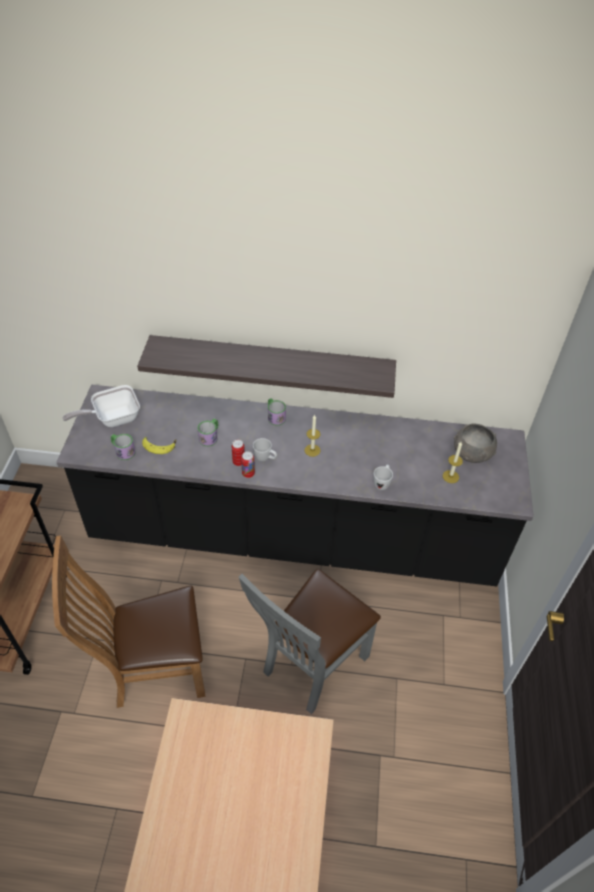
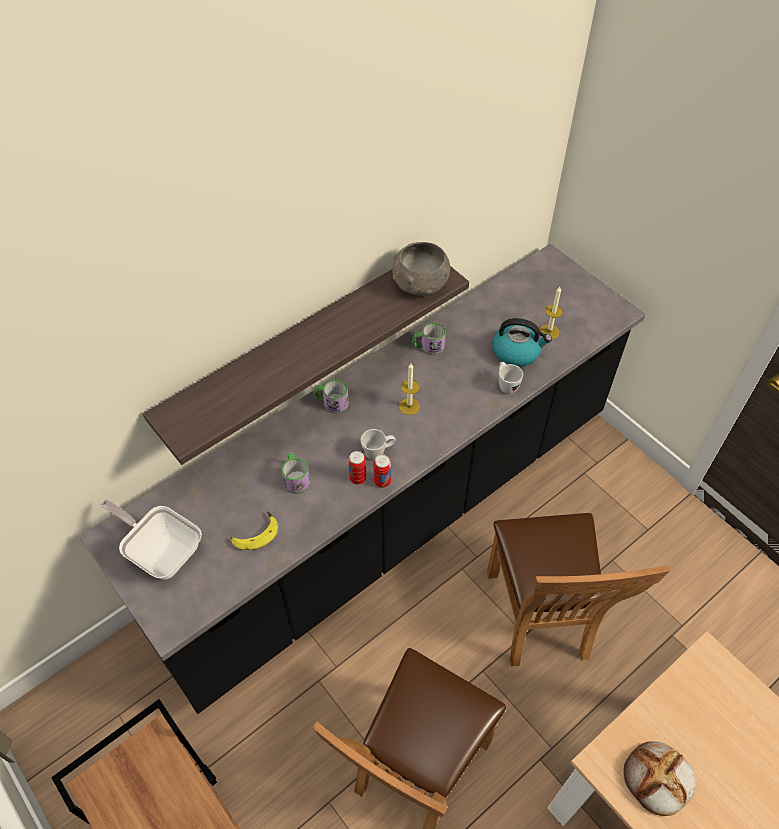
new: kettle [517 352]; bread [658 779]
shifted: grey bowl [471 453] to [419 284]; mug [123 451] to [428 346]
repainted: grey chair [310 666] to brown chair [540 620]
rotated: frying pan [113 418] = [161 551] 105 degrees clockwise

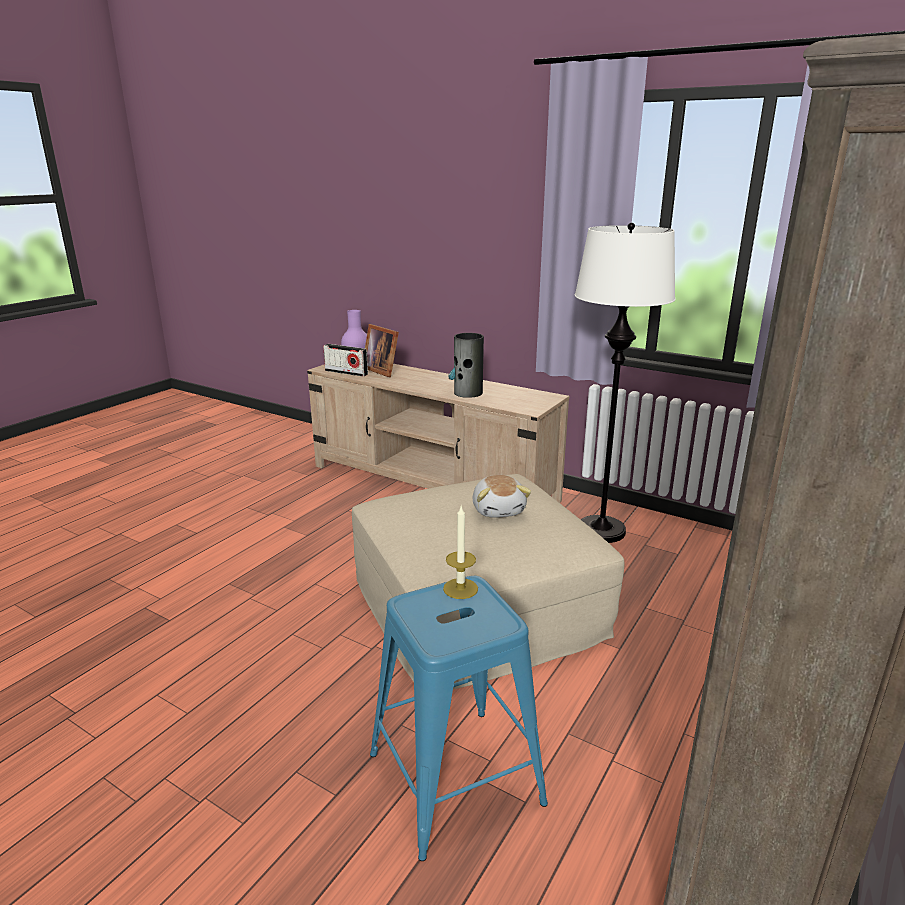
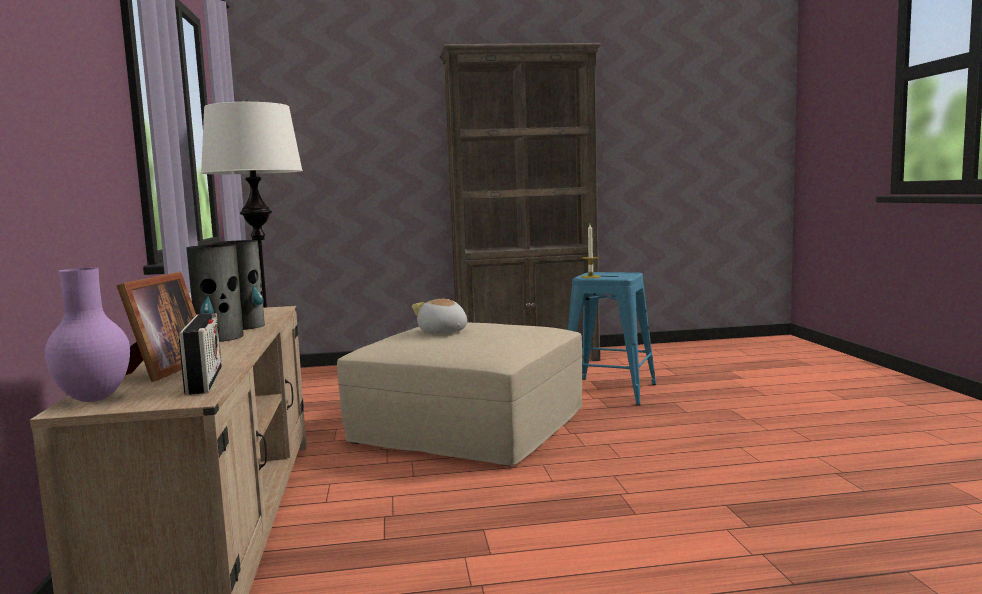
new: vase [220 337]
rotated: plush toy [499 510] = [443 332] 75 degrees counterclockwise

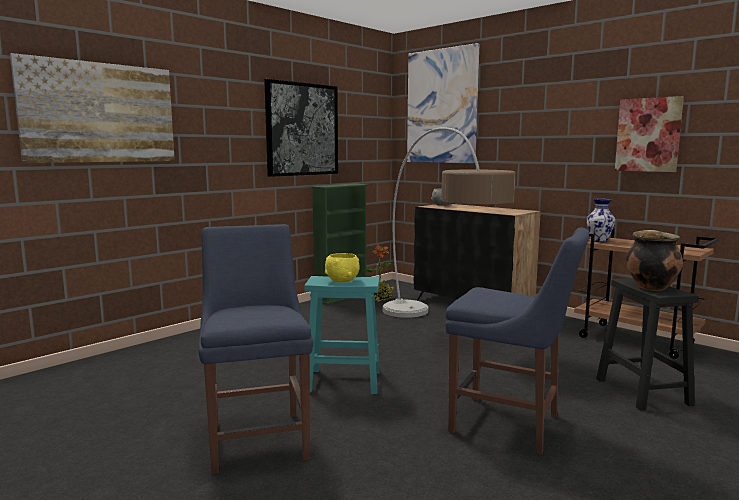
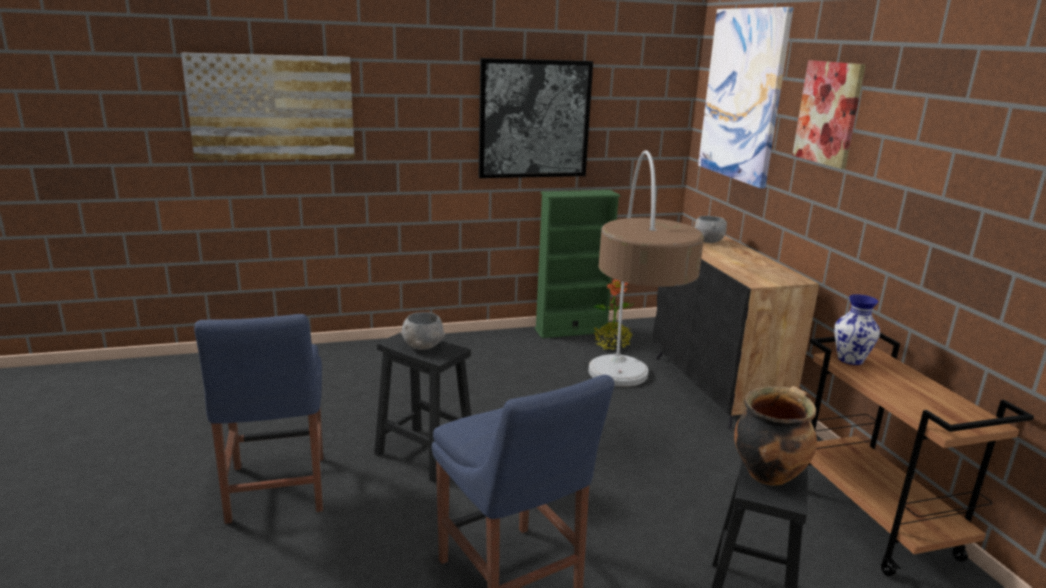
shifted: picture [648 135] to [828 113]
repainted: yellow bowl [341 281] to grey bowl [422 346]; turquoise stool [345 381] to black stool [426 454]
rotated: blue chair [258 437] = [276 492] 150 degrees clockwise

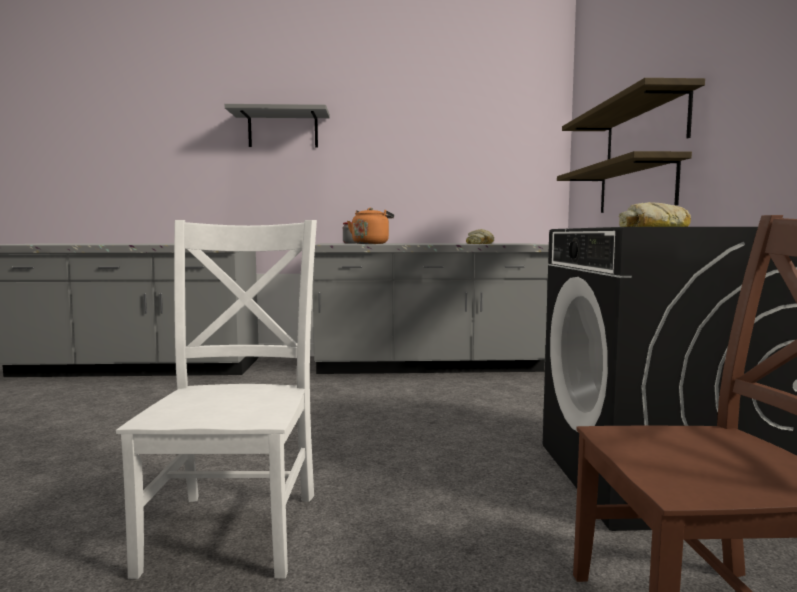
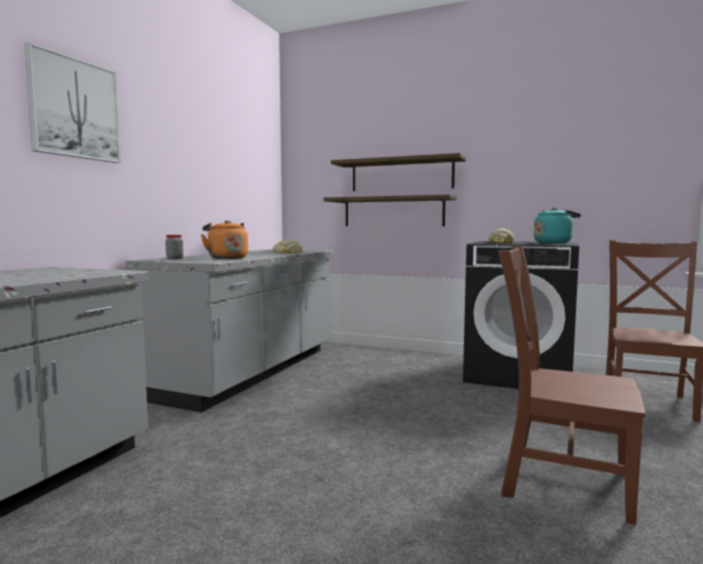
new: turquoise kettle [554 243]
swapped: grey shelf [283 130] to picture [74 108]
repainted: white chair [236 527] to brown chair [559 481]

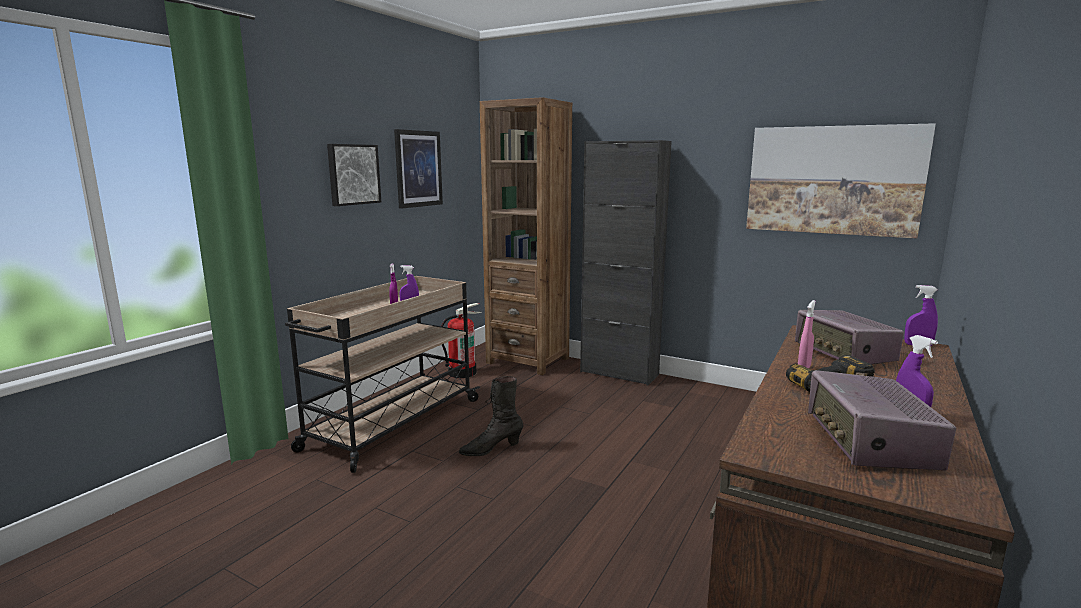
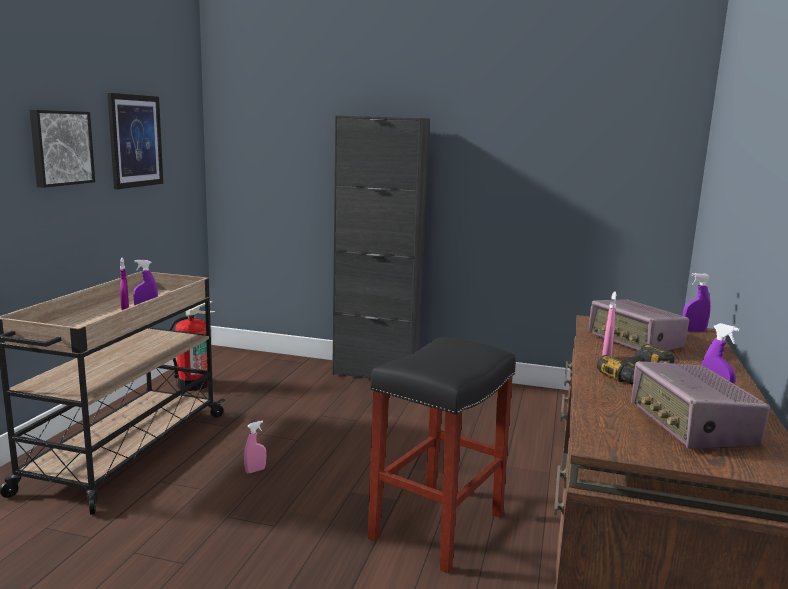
gone: brown bookcase [528 360]; picture [833 180]
new: black stool [437 525]
swapped: black boot [491 449] to pink spray bottle [255 470]

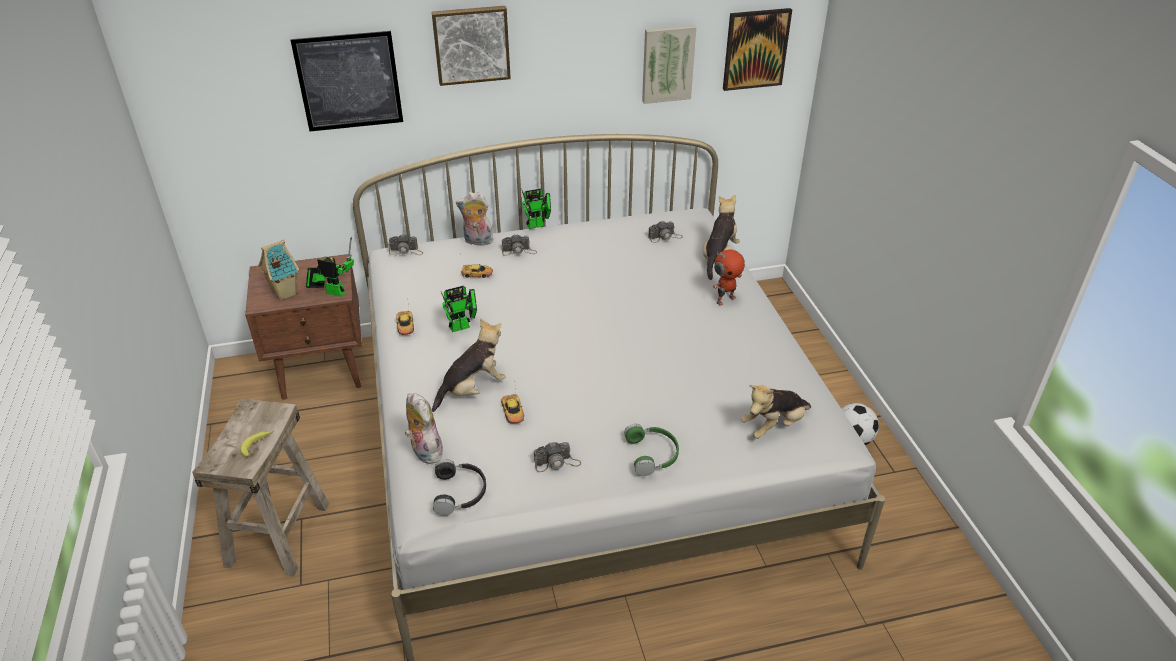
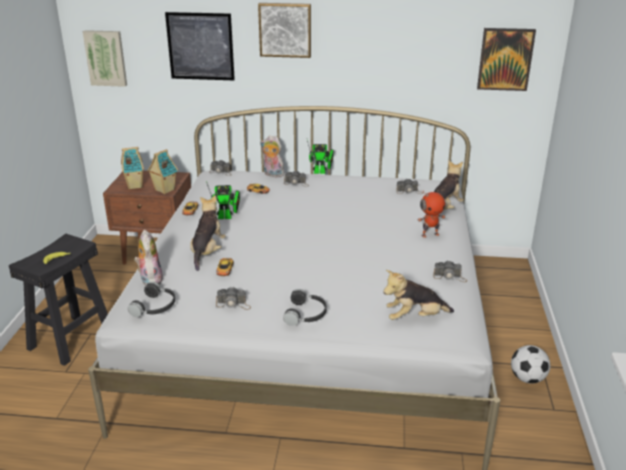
new: photo camera [450 277]
shifted: picture [667 63] to [106 58]
swapped: toy robot [333 292] to toy house [164 190]
repainted: beige stool [278 534] to black stool [71 339]; green headphones [653 454] to black headphones [306 314]
rotated: plush toy [472 389] = [207 252] 60 degrees counterclockwise

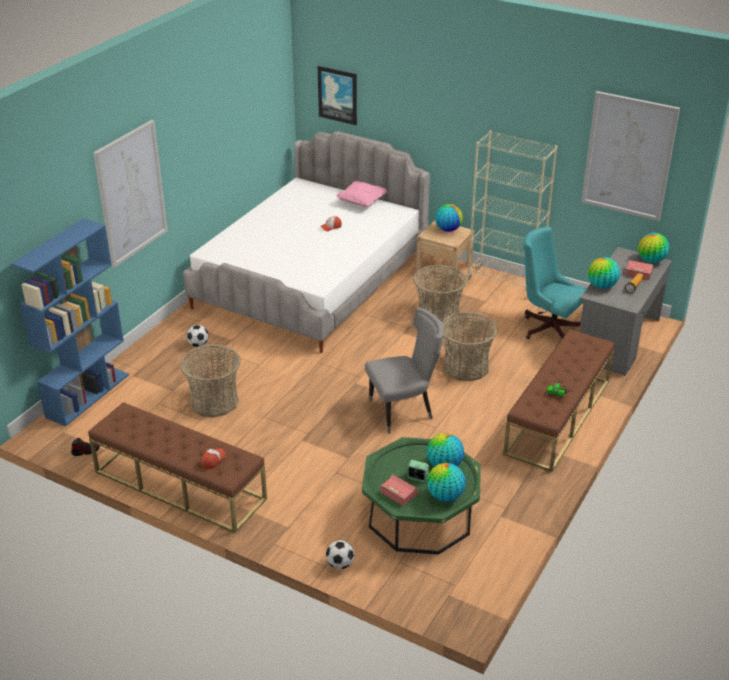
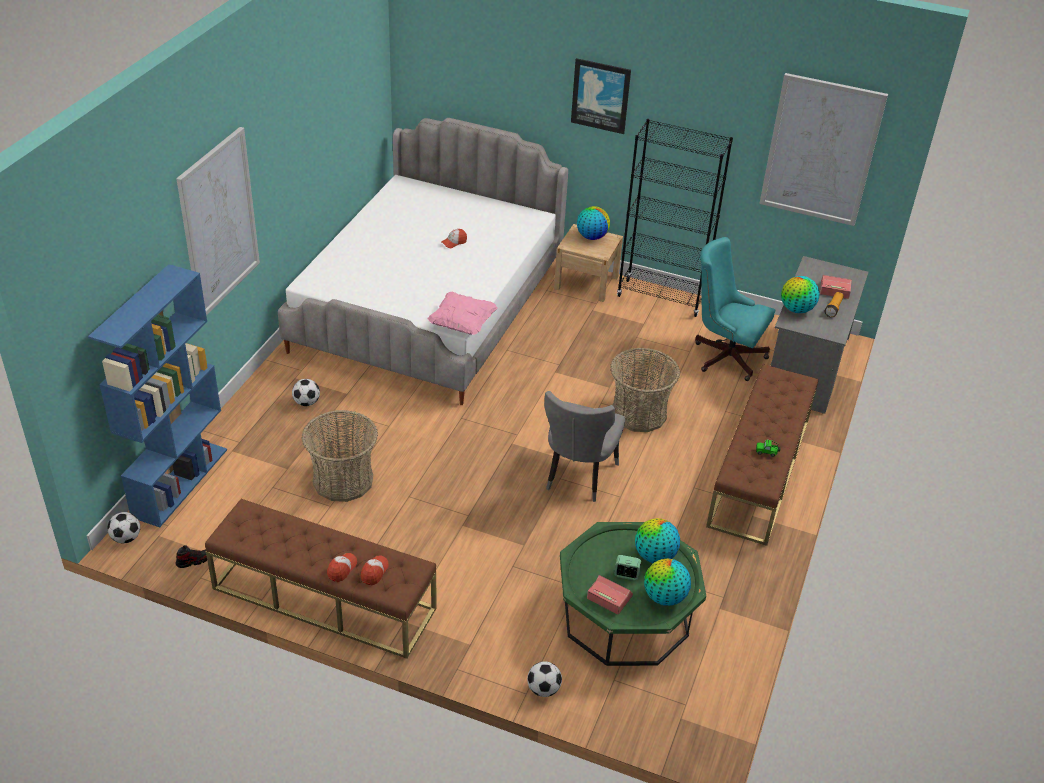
gone: globe [651 260]; basket [438 316]
new: football [126 538]; cap [341 569]
shifted: picture [338 95] to [600 95]; pink pillow [362 202] to [462 324]
repainted: beige bookcase [504 282] to black bookcase [661 298]
rotated: grey chair [404 411] = [577 477] 135 degrees clockwise

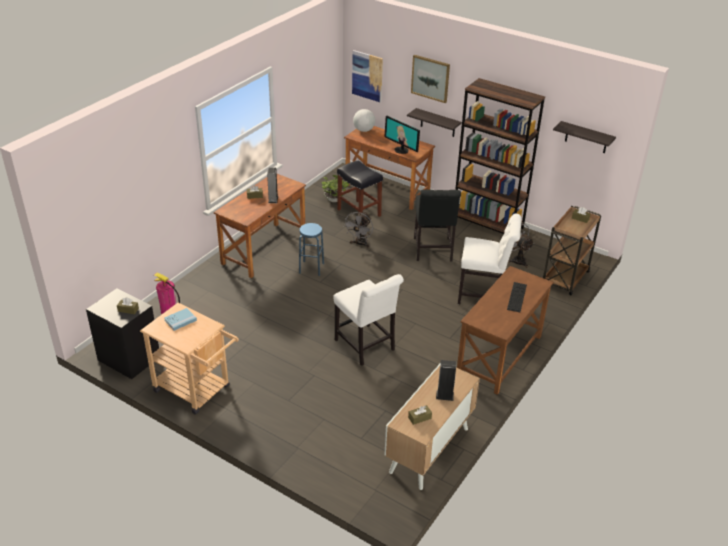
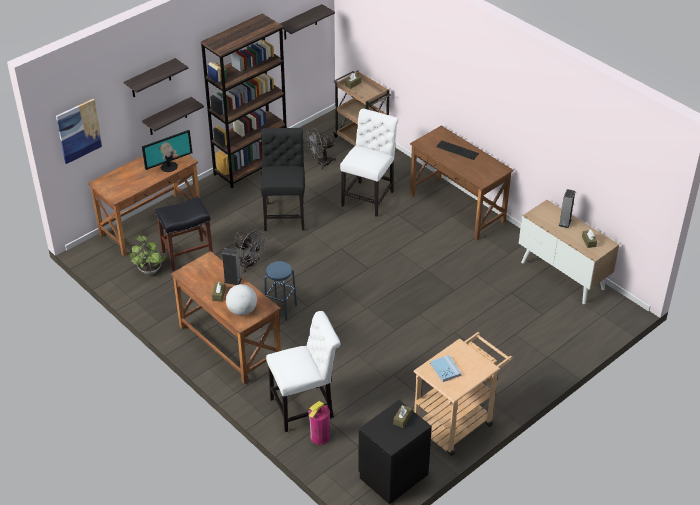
shifted: globe [364 130] to [242 311]; white chair [366 347] to [305 407]
swapped: picture [430 78] to shelf [150 78]
rotated: black chair [433 251] = [285 214] 105 degrees counterclockwise

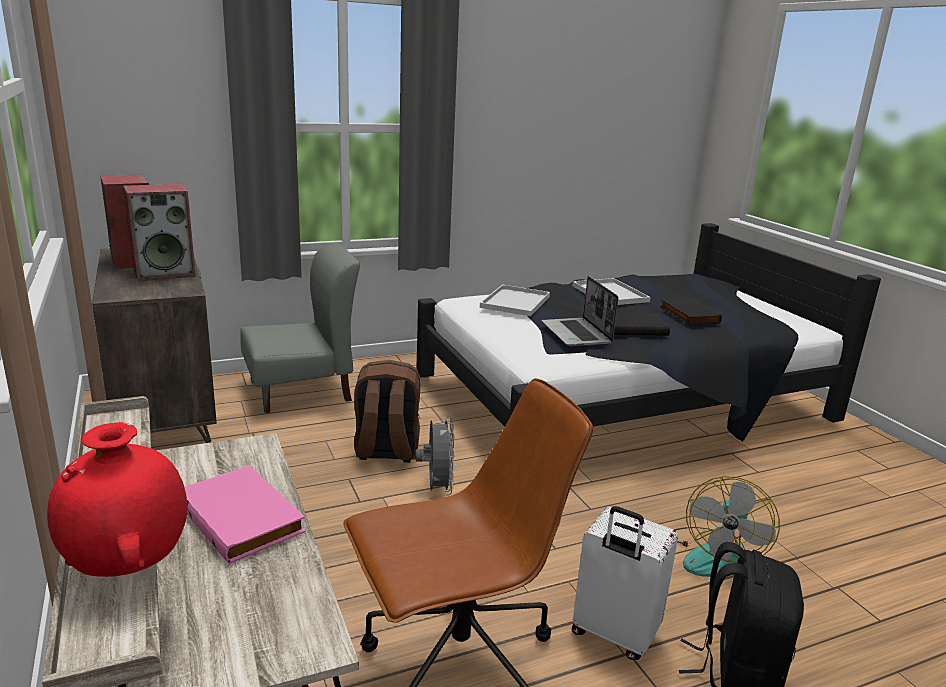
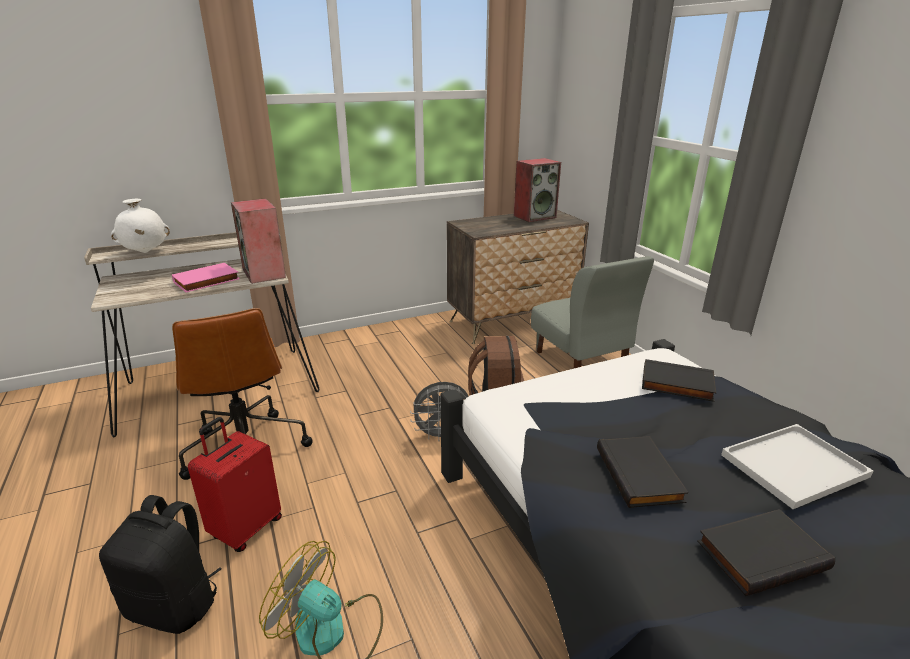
gone: laptop [577 334]
shifted: speaker [165 272] to [265 273]
swapped: white tray [515 302] to black book [676 385]
repainted: red vase [128 567] to white vase [145 252]; white suitcase [613 635] to red suitcase [245 528]

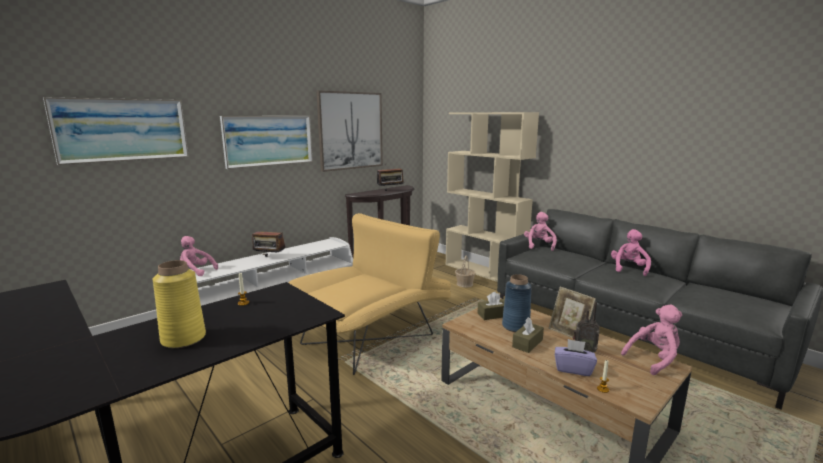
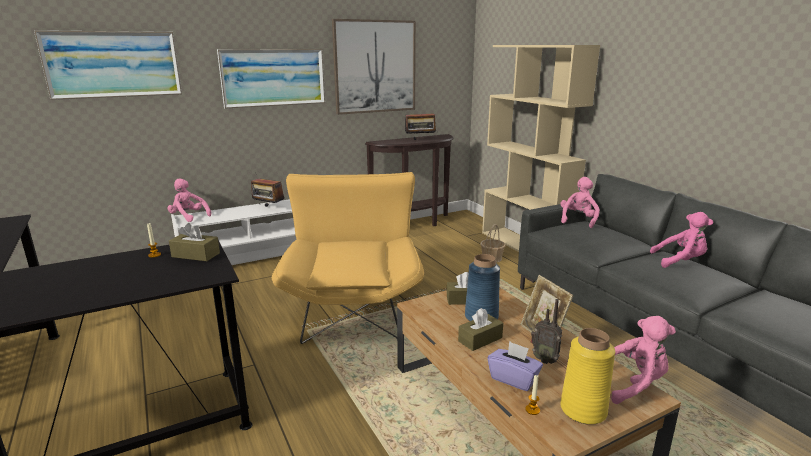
new: brown tissue box [195 255]
shifted: yellow vase [183 339] to [583 410]
rotated: yellow armchair [374 335] = [354 305] 60 degrees counterclockwise; pink plush toy [629 269] = [680 261] 60 degrees clockwise

